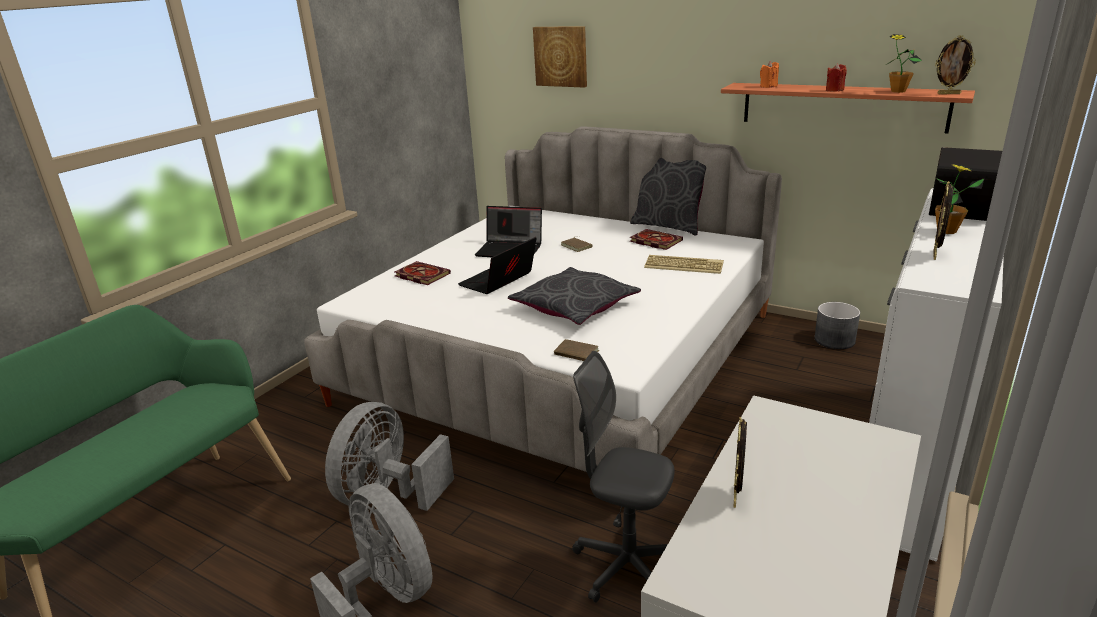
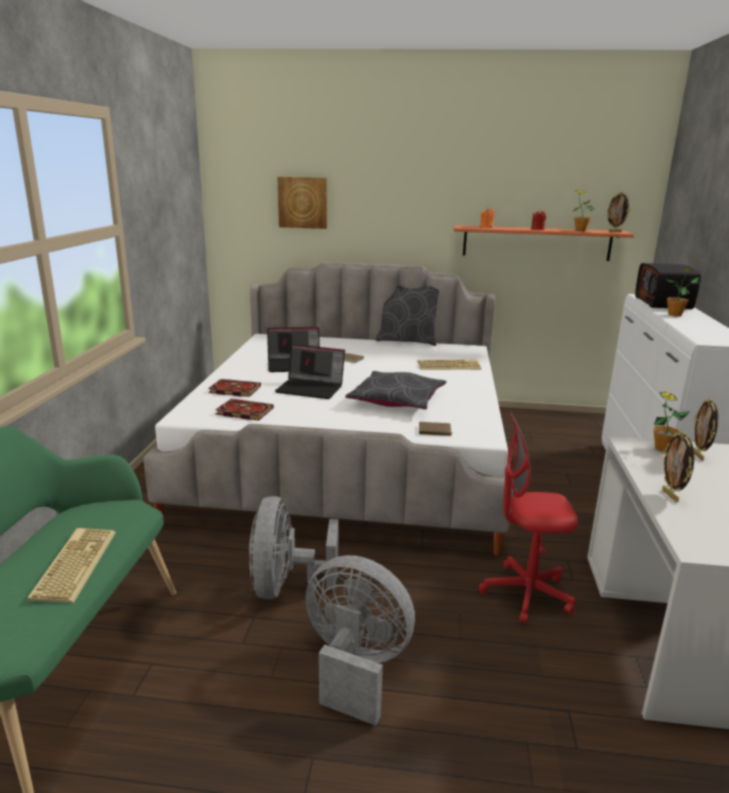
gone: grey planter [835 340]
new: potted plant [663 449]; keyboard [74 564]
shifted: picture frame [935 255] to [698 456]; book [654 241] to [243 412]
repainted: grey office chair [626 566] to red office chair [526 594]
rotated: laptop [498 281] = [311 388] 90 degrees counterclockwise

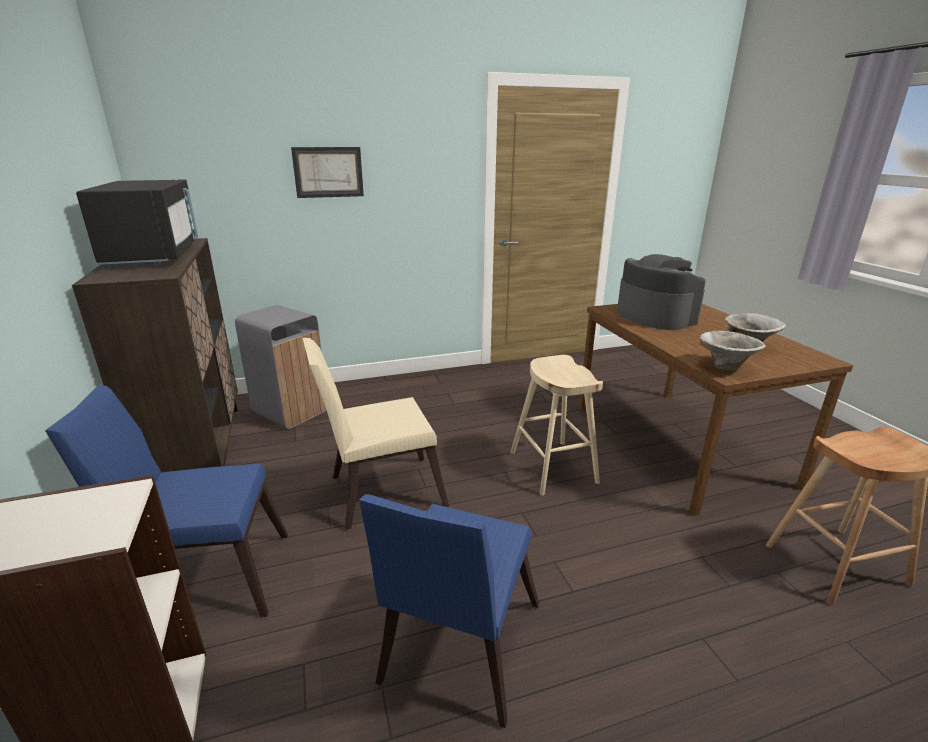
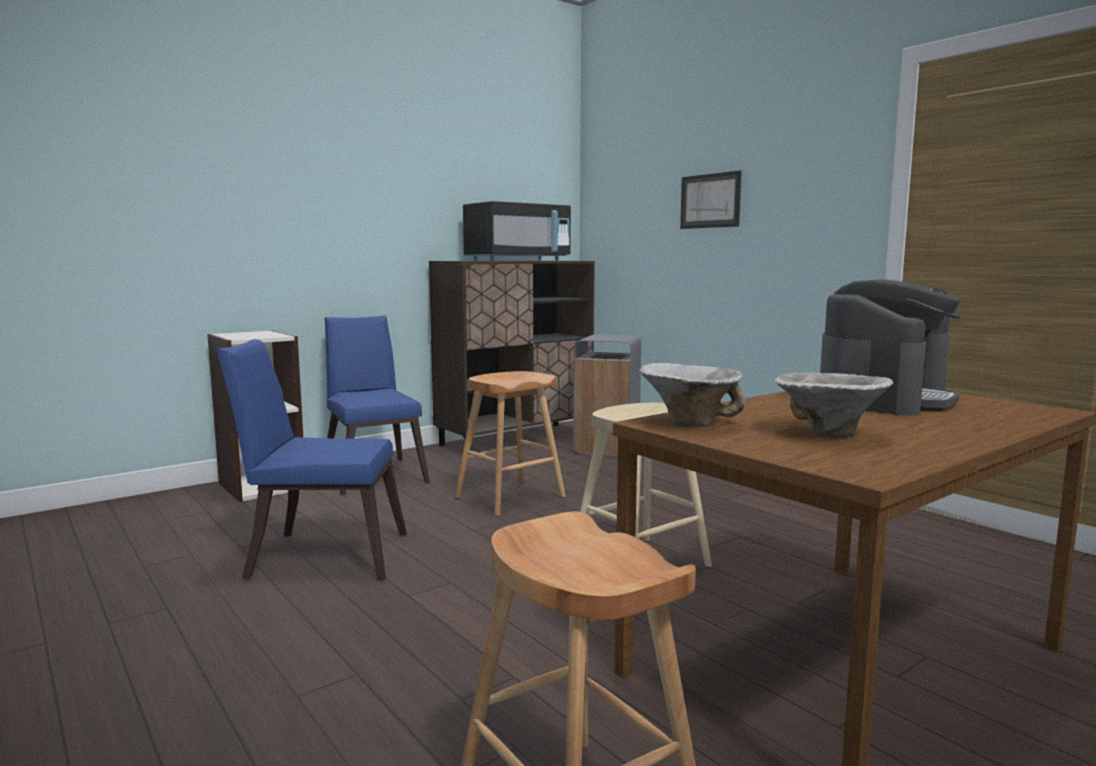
swapped: beige chair [379 492] to brown stool [510 497]

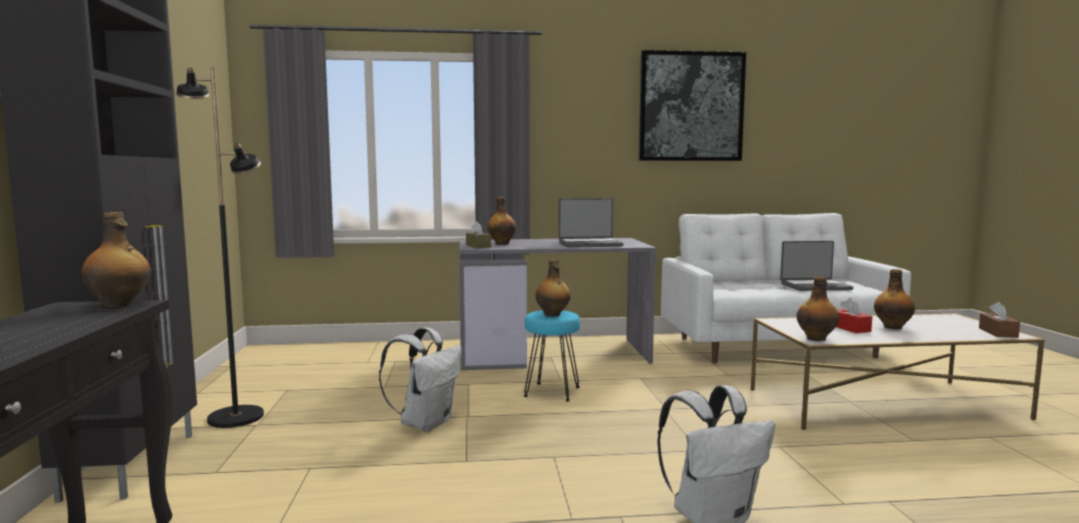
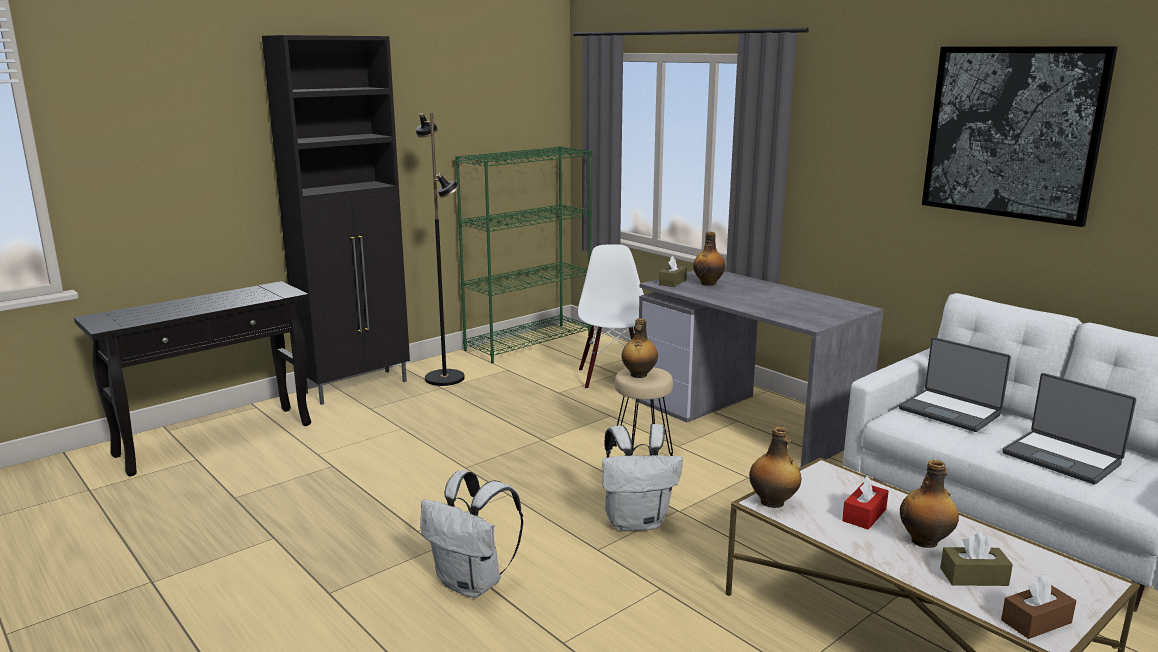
gone: bottle [119 304]
new: green bookcase [529 342]; white chair [614 378]; brown tissue box [974 577]
shifted: laptop [590 244] to [950 411]; white backpack [425 423] to [637 522]
repainted: turquoise stool [552 392] to beige stool [641 452]

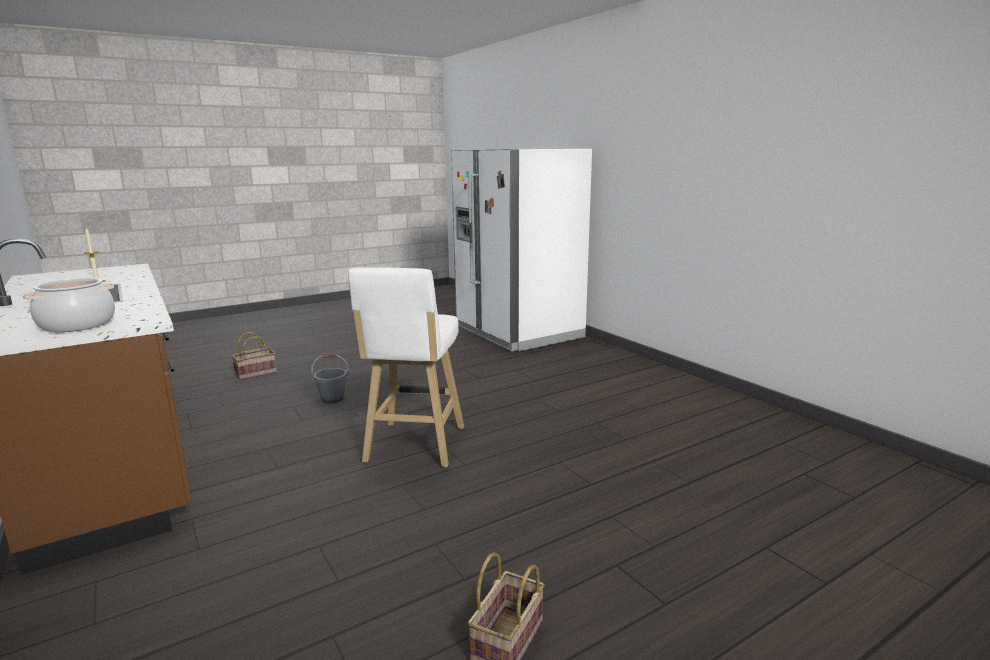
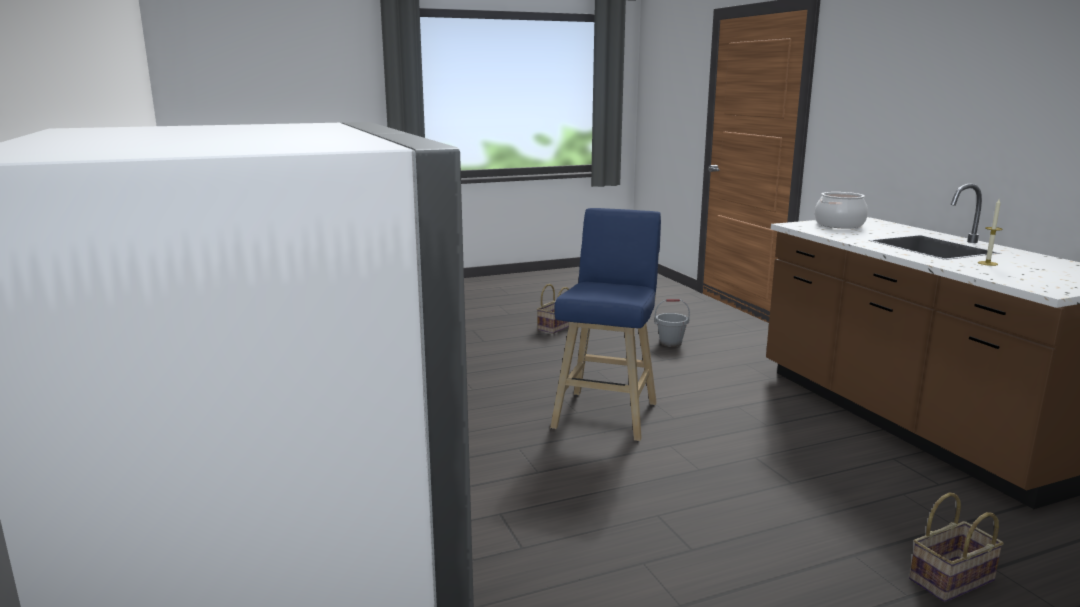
shifted: grey bucket [332 399] to [670 343]
repainted: white stool [414 446] to blue stool [607 413]

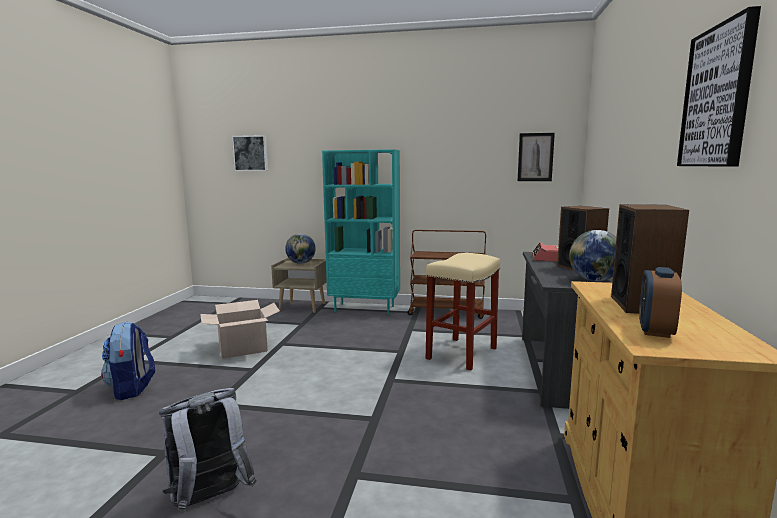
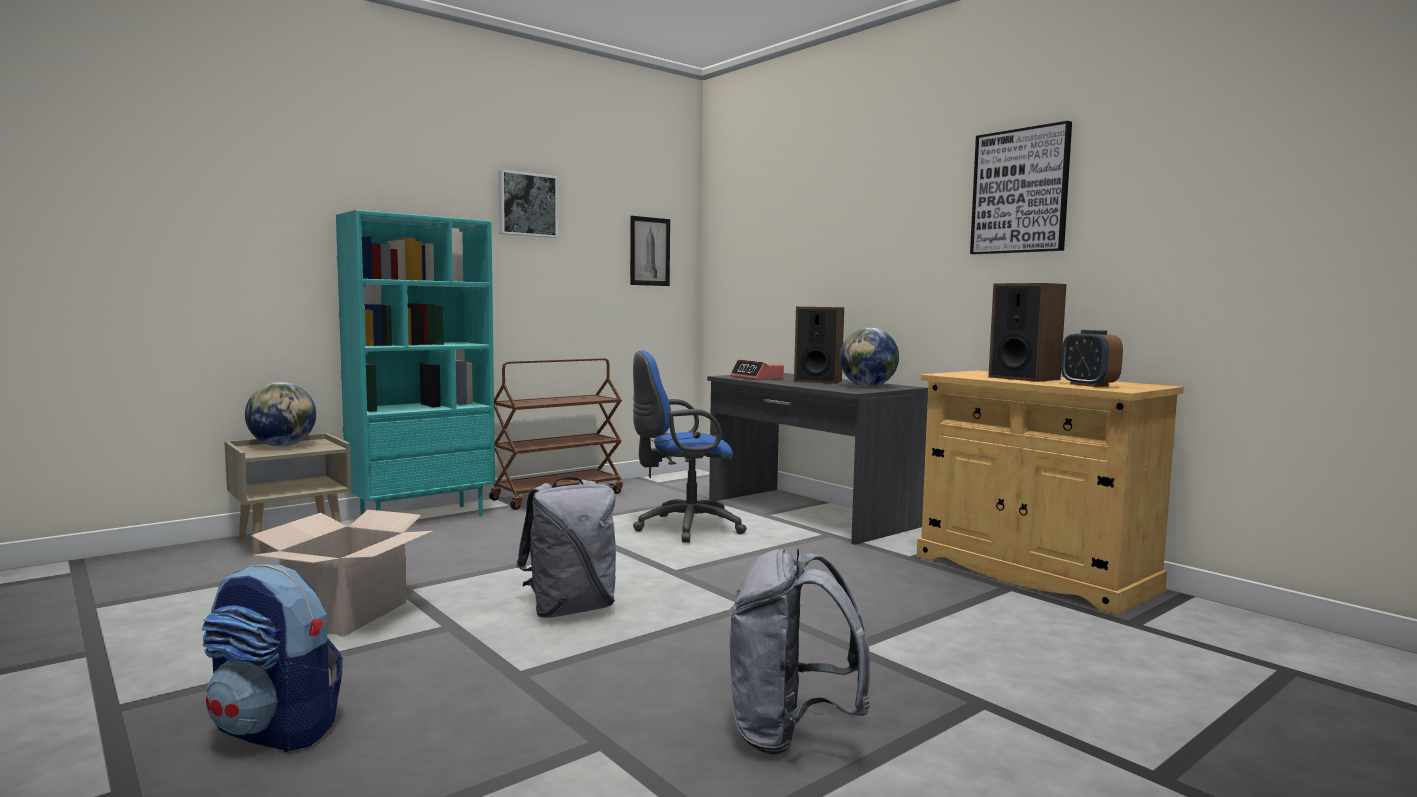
new: grey backpack [570 609]
shifted: picture [251 153] to [527 205]
swapped: beige stool [461 353] to blue office chair [683 528]

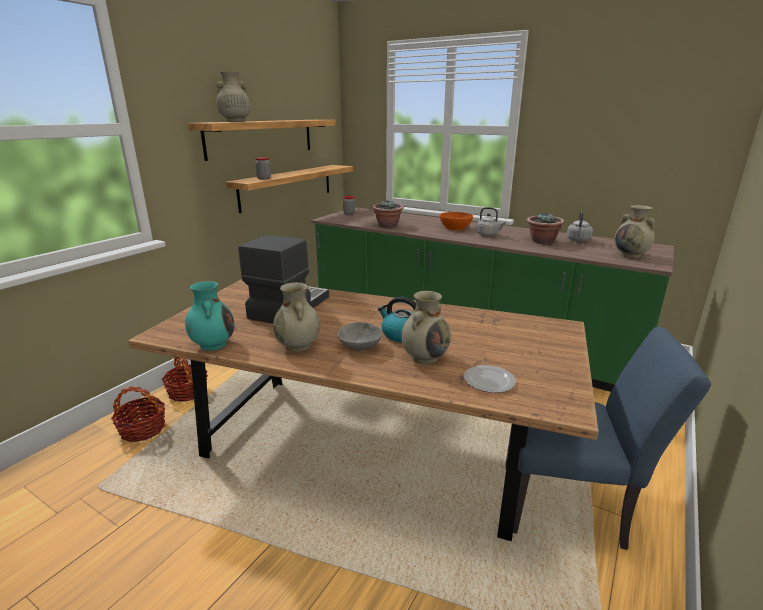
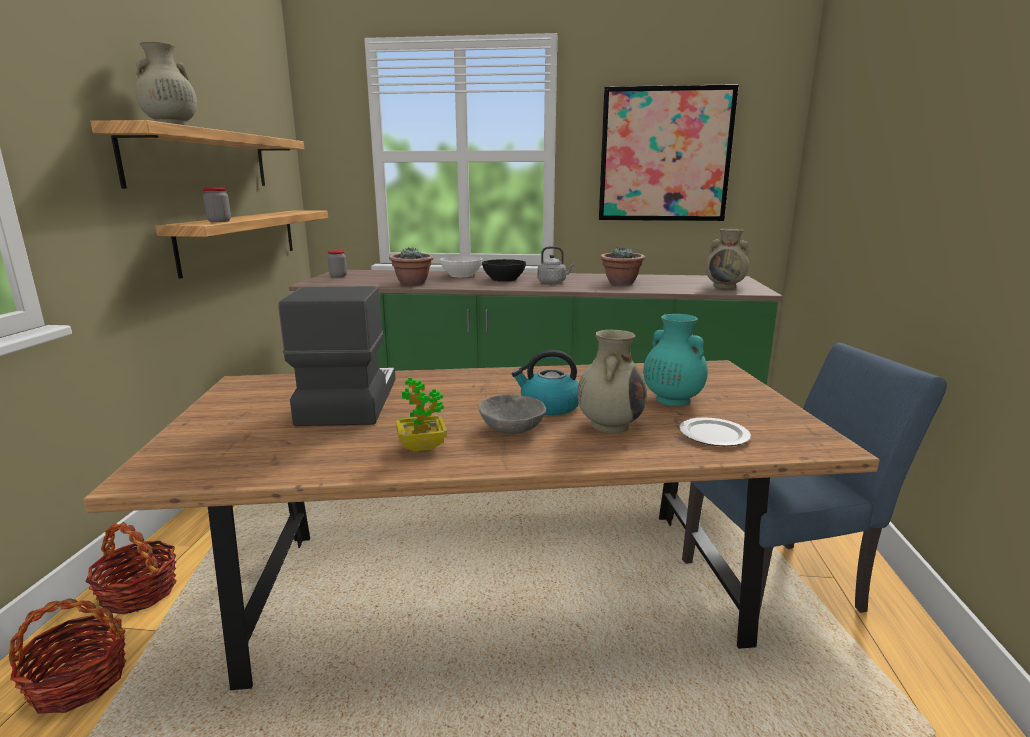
gone: grey kettle [578 240]
new: picture [664 155]; white bowl [461 275]
shifted: turquoise vase [213 344] to [671 400]
swapped: beige vase [298 346] to potted plant [422 446]
repainted: orange bowl [455 228] to black bowl [504 279]

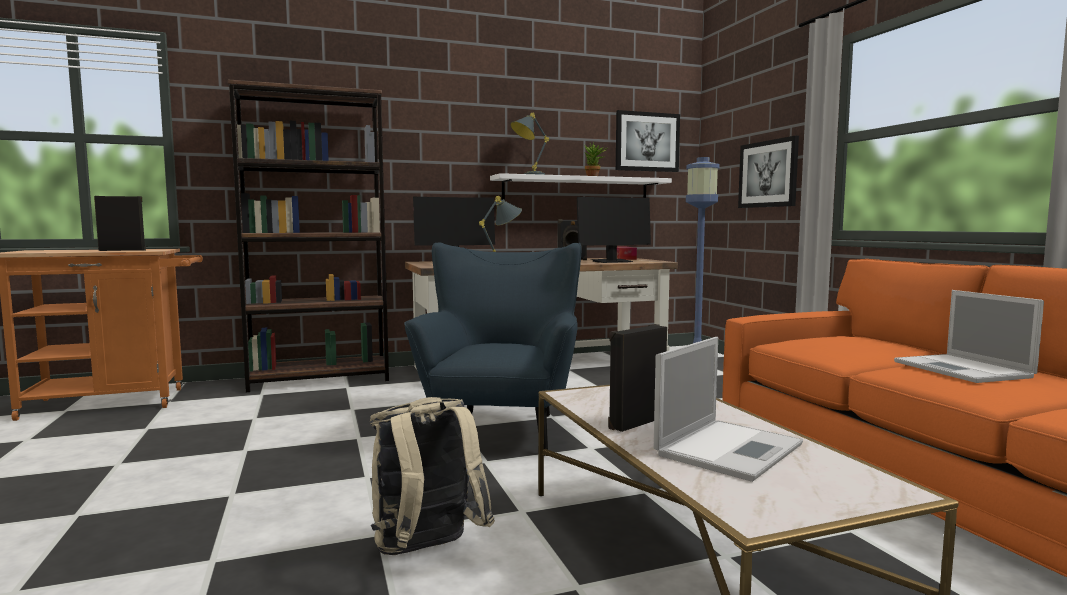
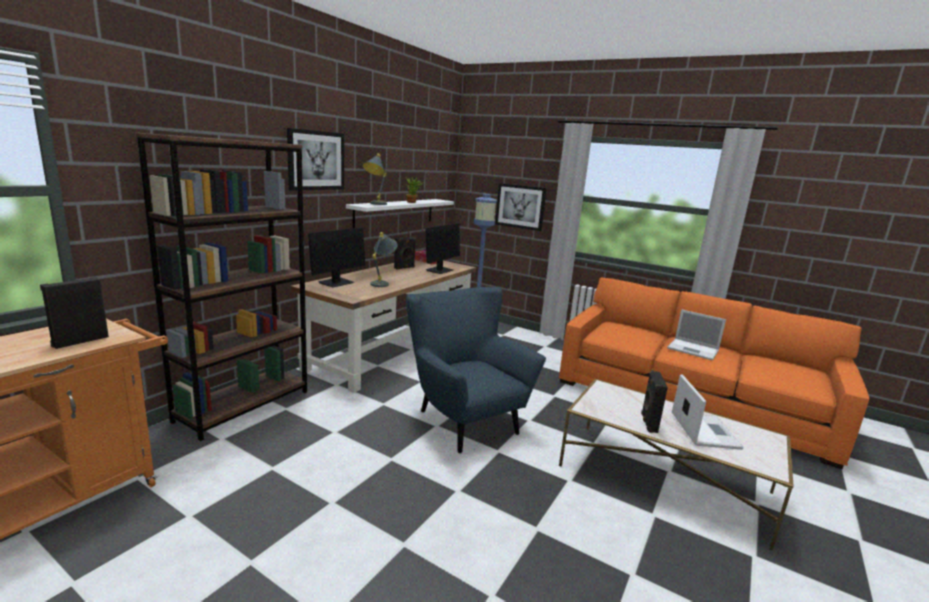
gone: beige backpack [426 551]
shifted: picture [647 142] to [316 160]

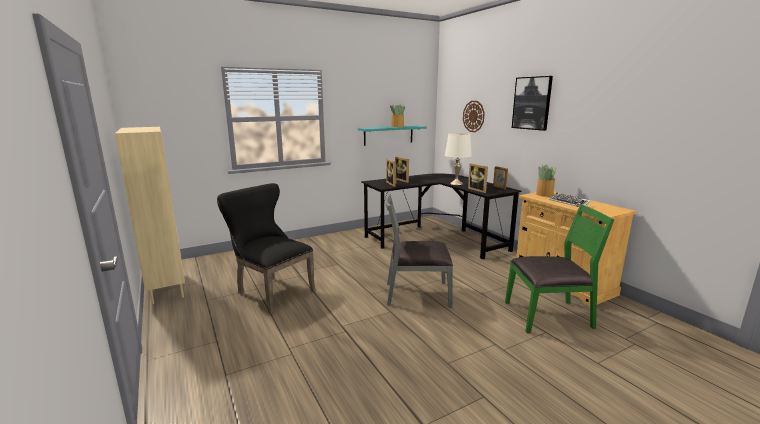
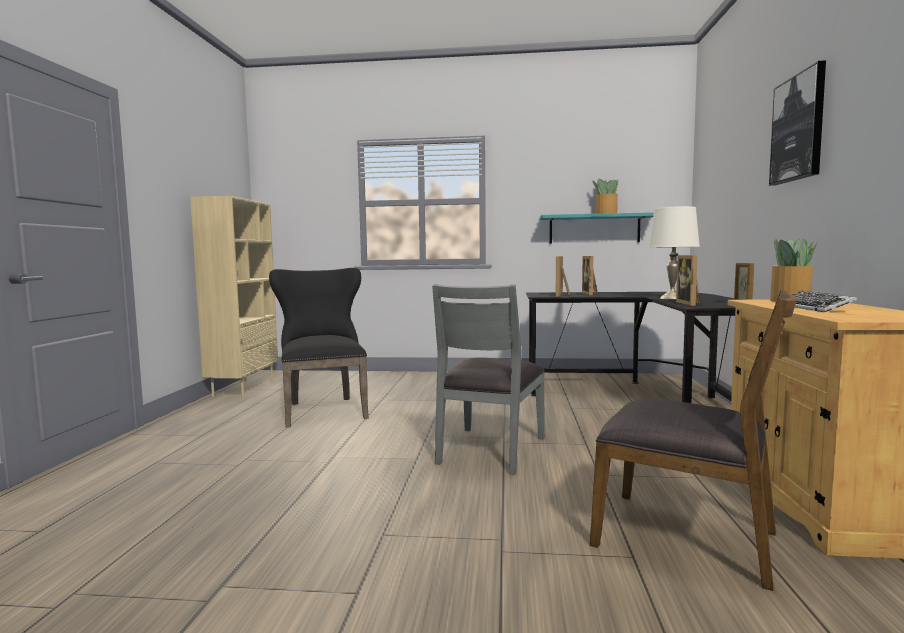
gone: wall clock [473 116]
repainted: green chair [549 315] to brown chair [686 537]
rotated: grey chair [417 293] = [490 450] 105 degrees counterclockwise

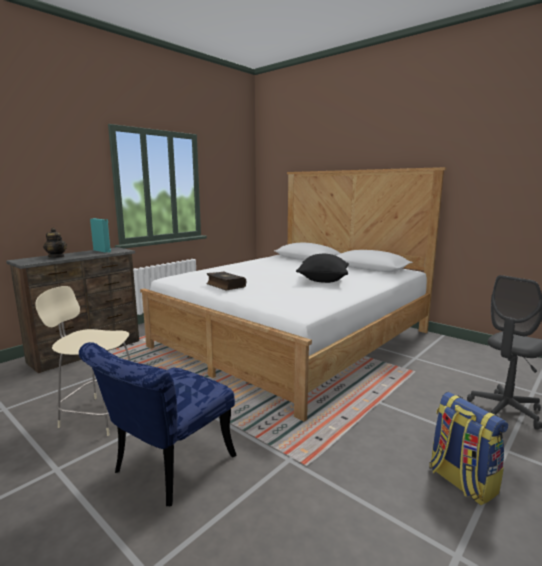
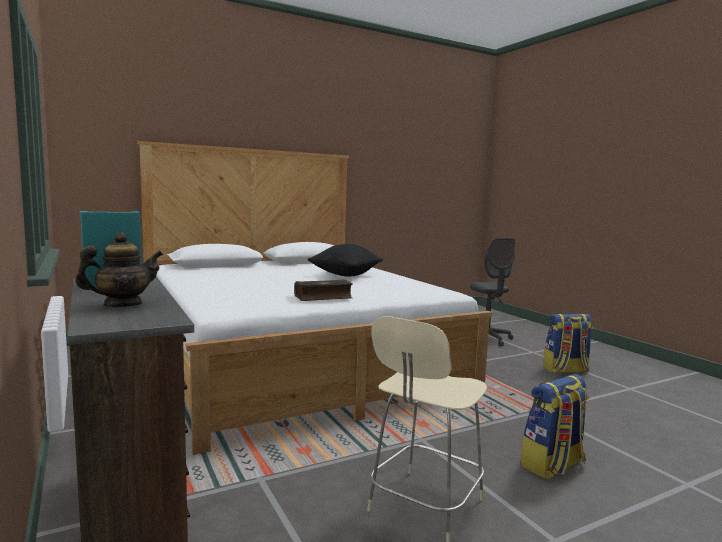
swapped: blue chair [166 468] to backpack [553 465]

